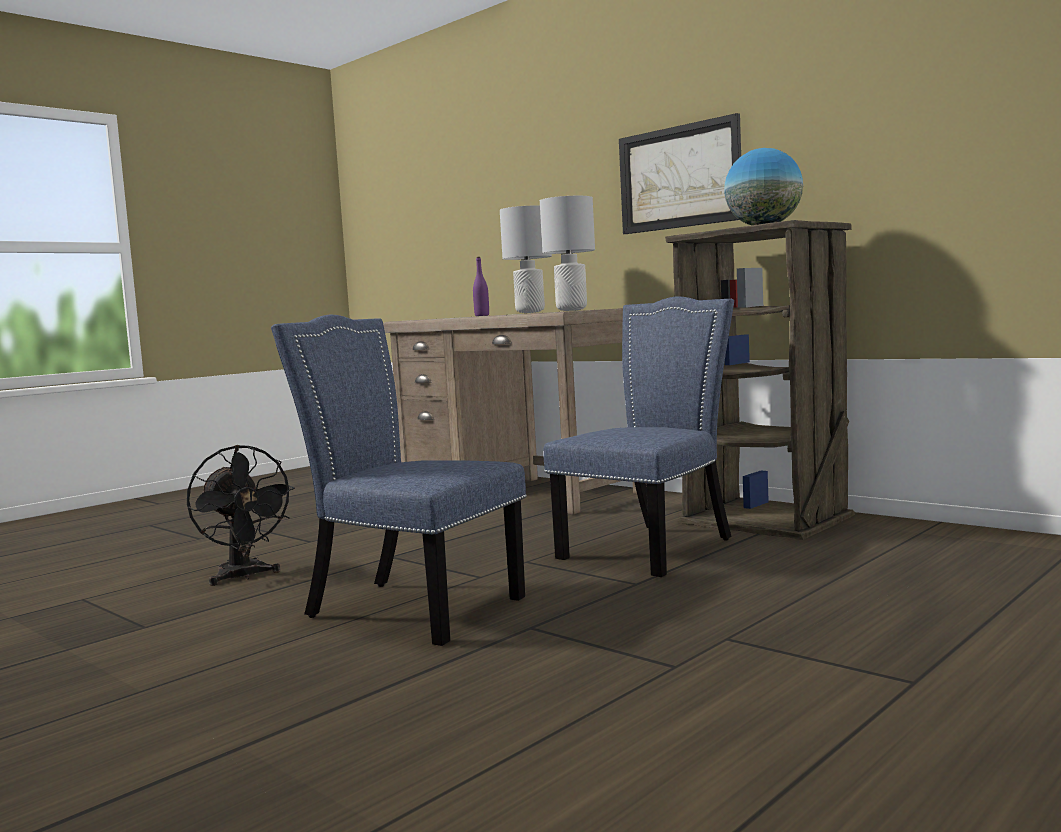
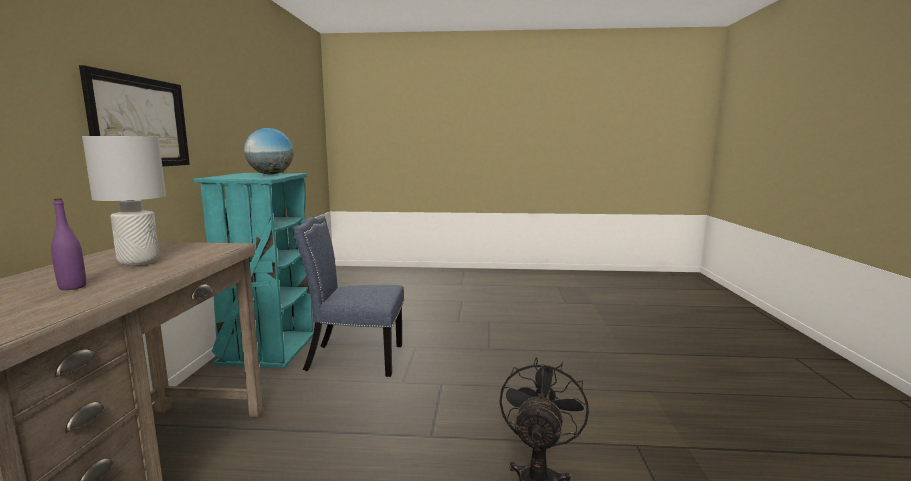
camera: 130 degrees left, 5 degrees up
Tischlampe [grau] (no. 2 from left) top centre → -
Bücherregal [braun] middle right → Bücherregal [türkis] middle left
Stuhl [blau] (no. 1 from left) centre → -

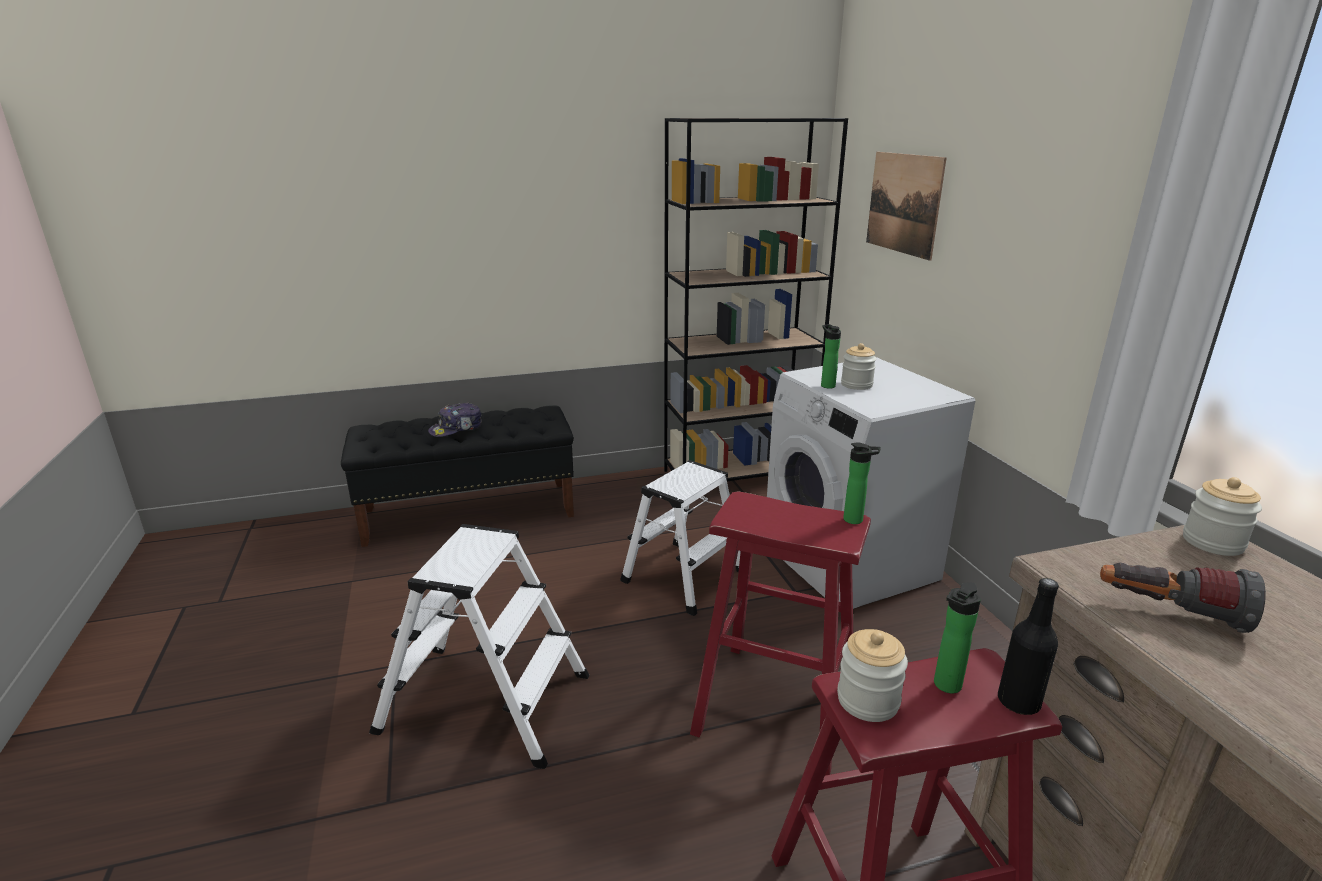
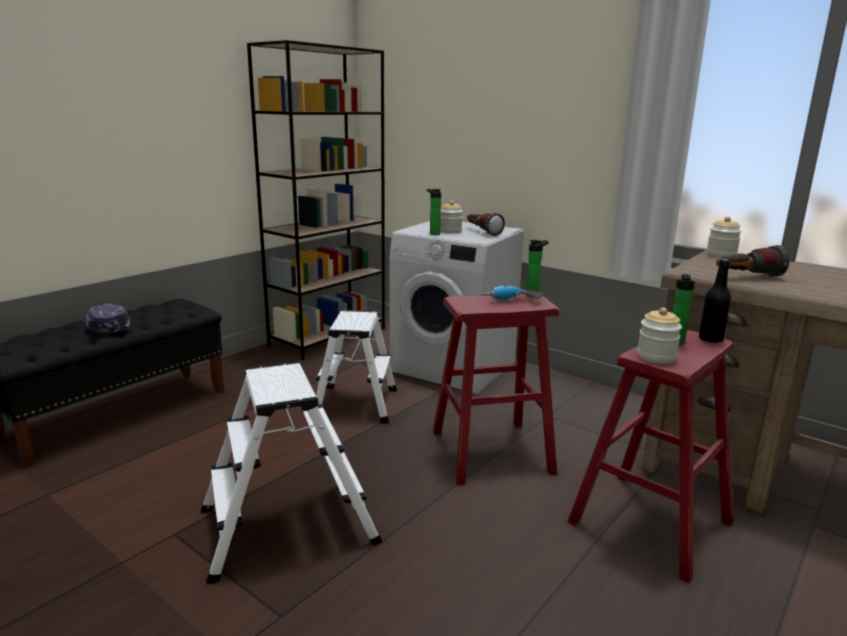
camera: 35 degrees left, 5 degrees down
Bild top right → -
Kappe centre → Kappe middle left, 120 degrees clockwise
- → Taschenlampe (no. 1 from left) centre
- → Bohrmaschine centre

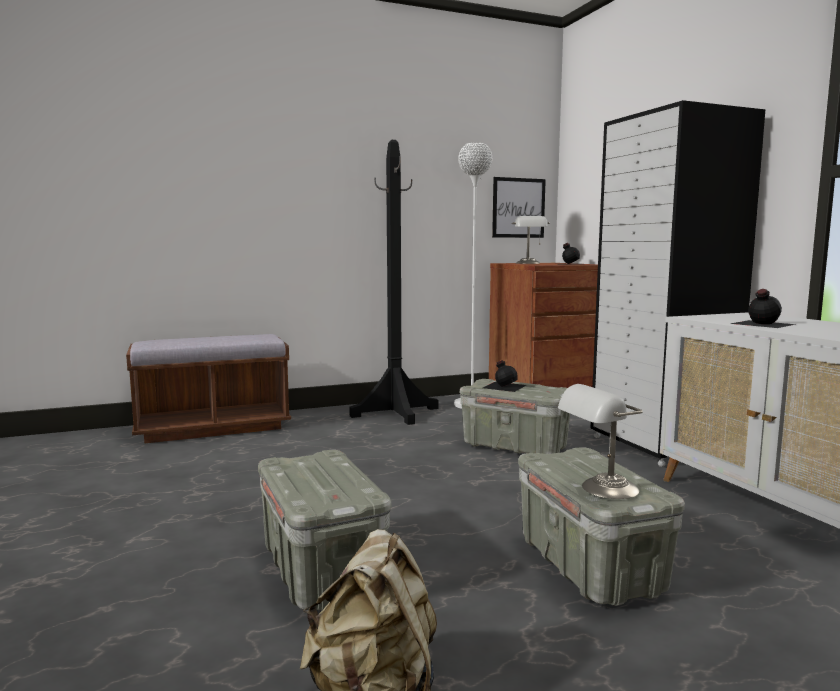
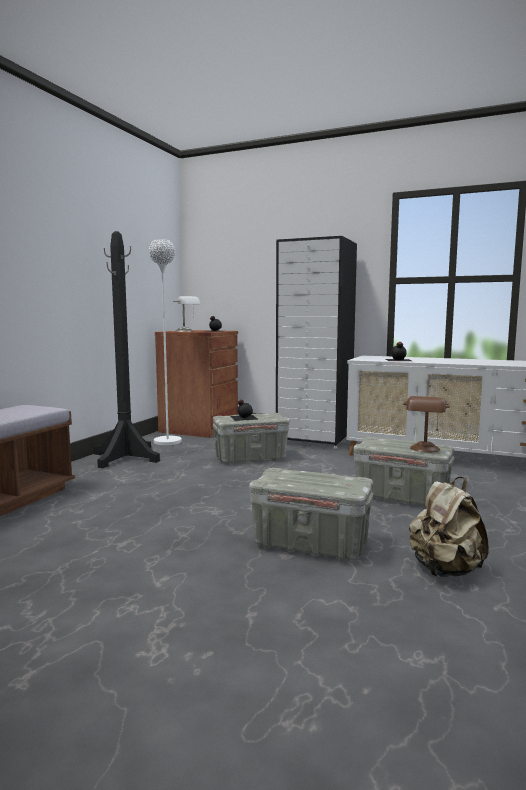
camera: 45 degrees left, 0 degrees up
Bild top centre → -
Tischlampe [weiß] (no. 2 from left) middle right → Tischlampe [braun] middle right

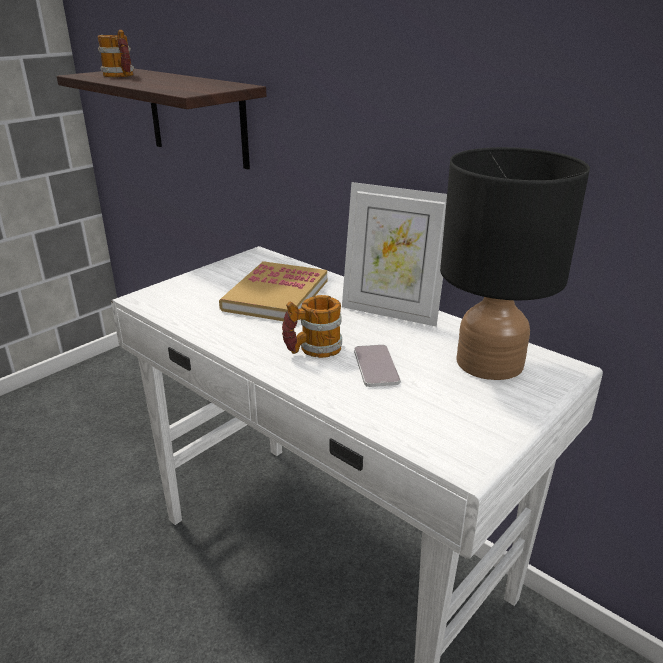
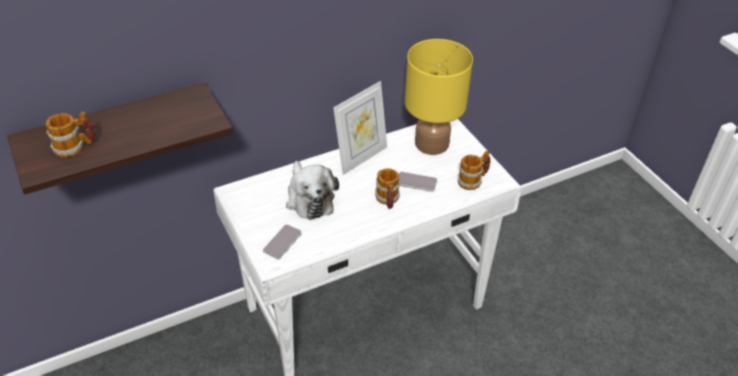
camera: 70 degrees left, 15 degrees up
Tischlampe [schwarz] middle right → Tischlampe [gelb] top centre
Buch centre → Plüschtier centre
- → Henkelbecher (no. 3 from left) centre
- → Handy (no. 1 from left) centre

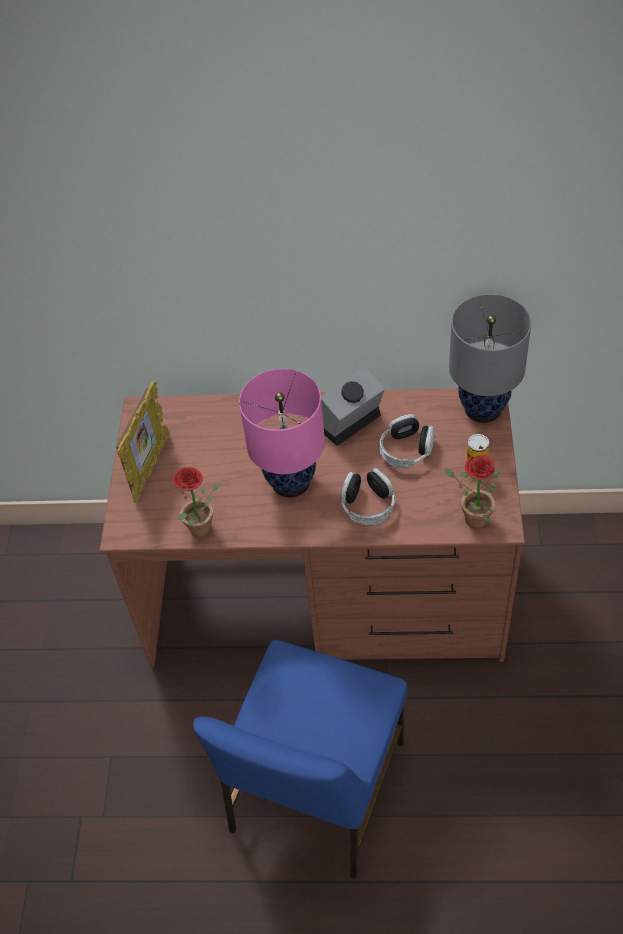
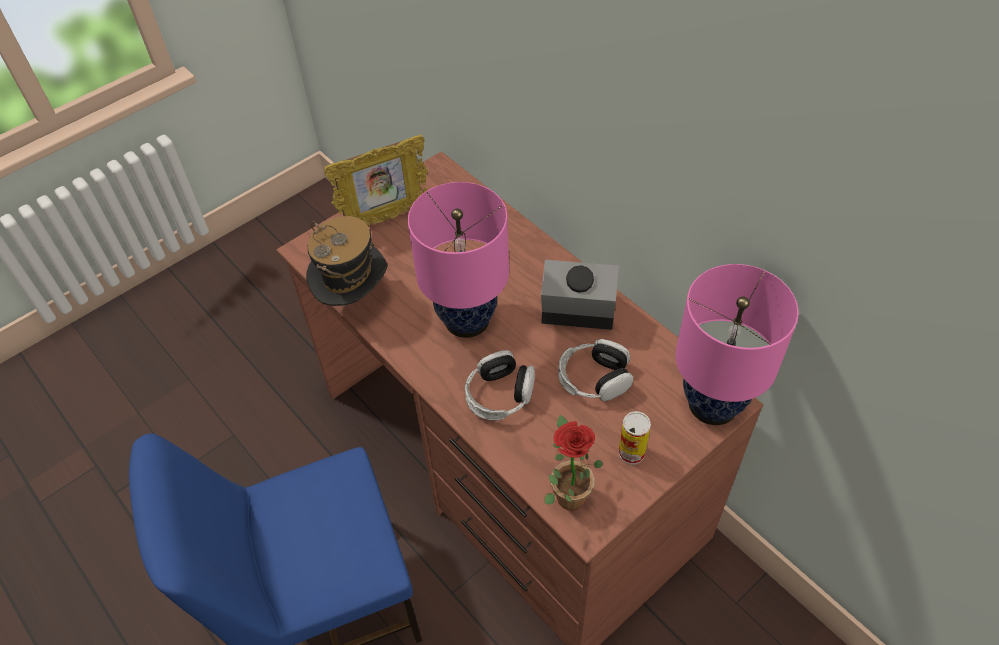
camera: 45 degrees right, 0 degrees up
Tischlampe [grau] middle right → Tischlampe [rosa] (no. 2 from left) middle right
Topfpflanze (no. 1 from left) middle left → Hut centre

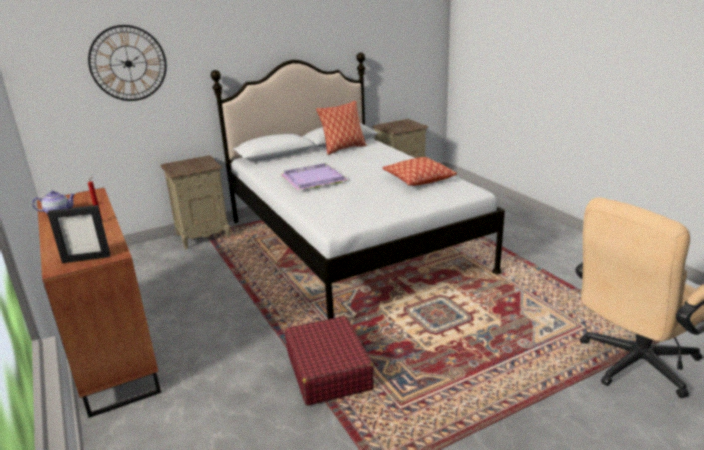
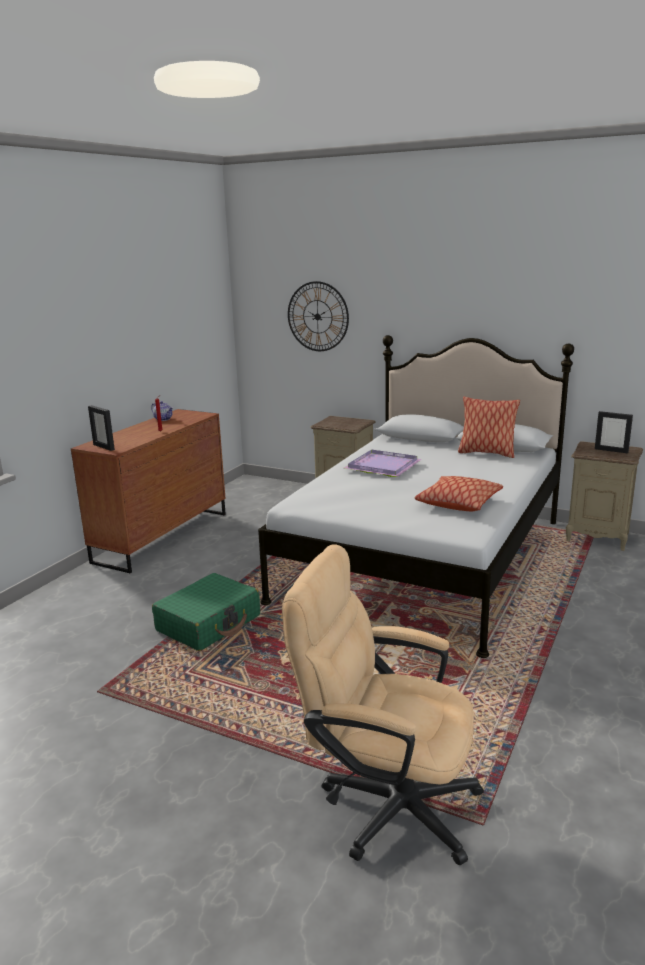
camera: 55 degrees right, 5 degrees down
Koffer [rot] bottom centre → Koffer [grün] middle left
- → Bilderrahmen (no. 2 from left) middle right

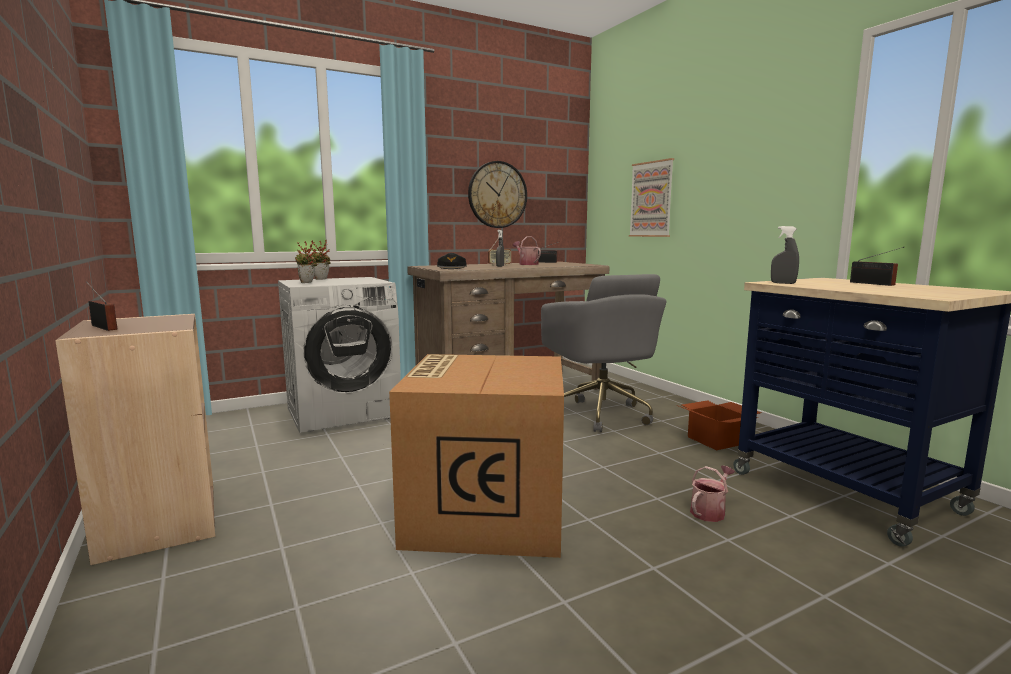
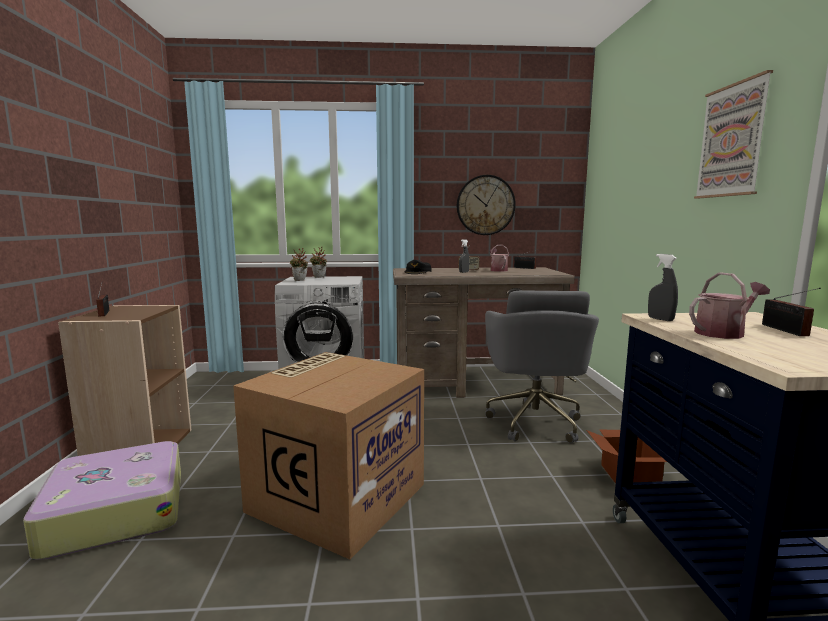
camera: 25 degrees right, 0 degrees up
Bild top centre → Bild top right, shifted
Gießkanne (no. 2 from left) bottom right → Gießkanne (no. 2 from left) middle right, shifted
- → Koffer bottom left

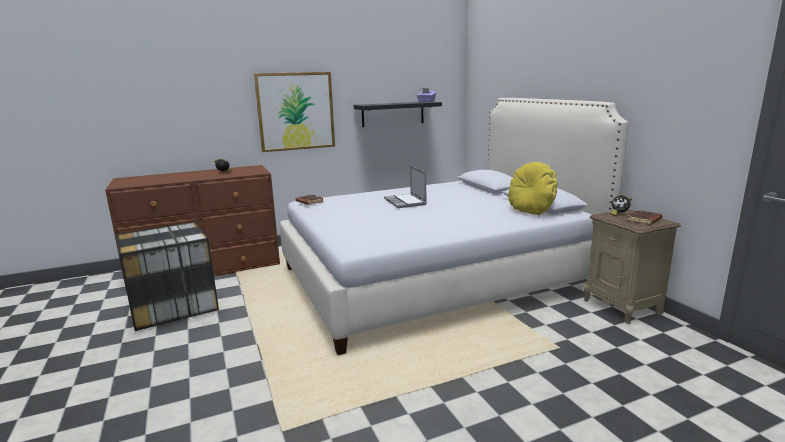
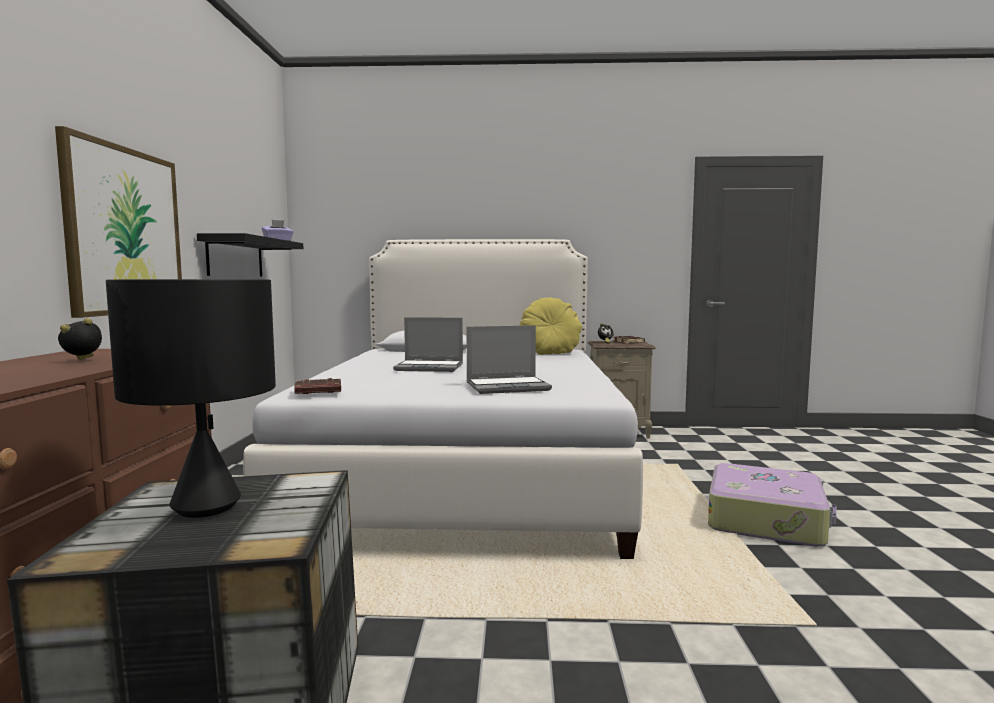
camera: 65 degrees left, 10 degrees down
- → Tischlampe [schwarz] middle left
- → Laptop (no. 2 from left) centre
- → Koffer bottom right

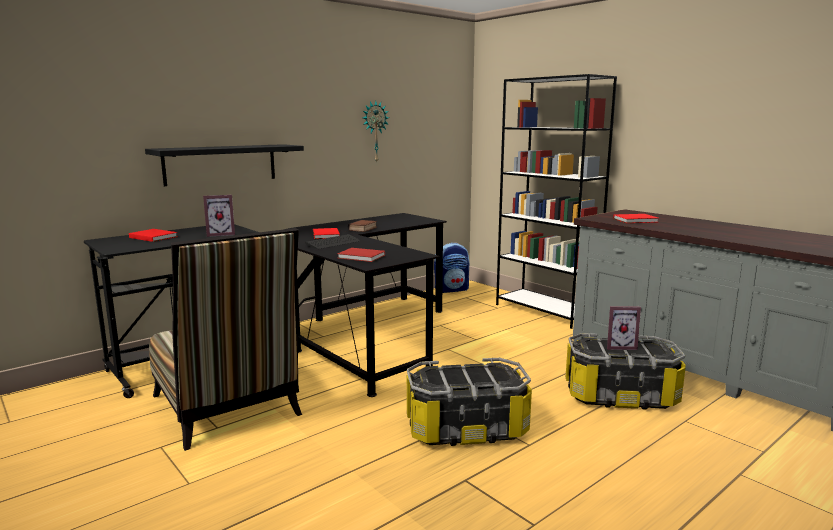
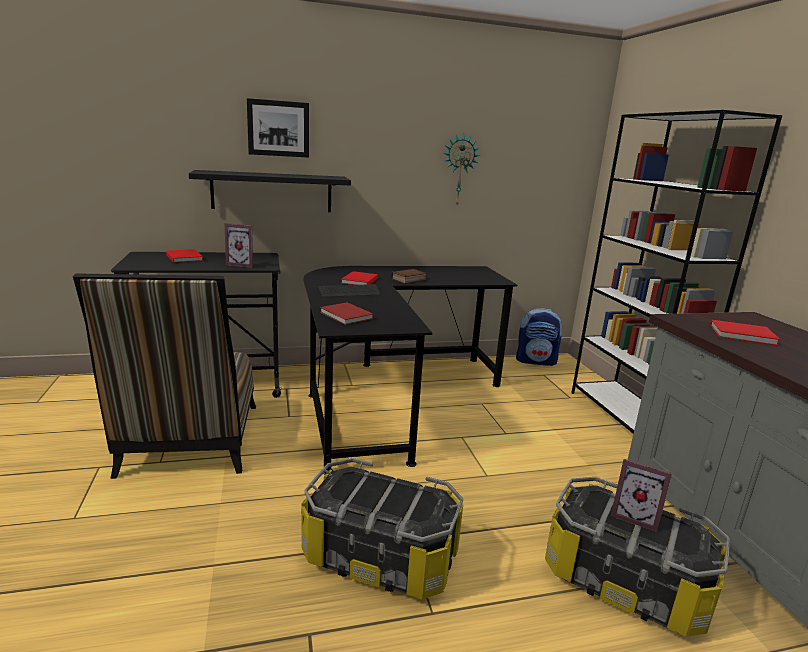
camera: 25 degrees right, 5 degrees up
- → Bild top centre

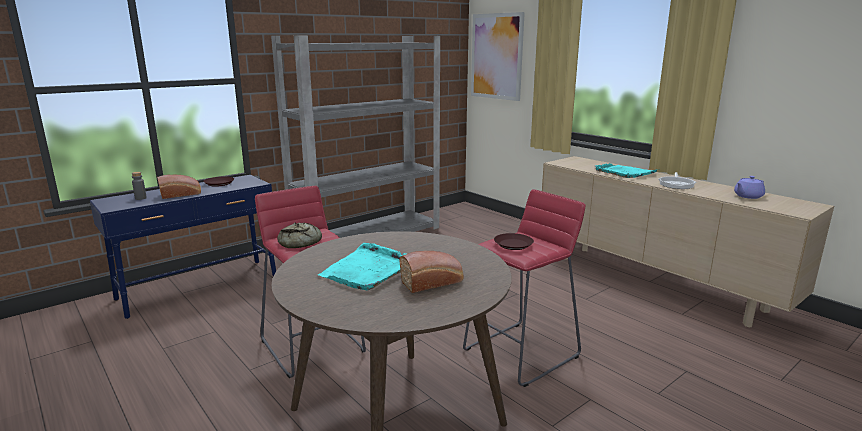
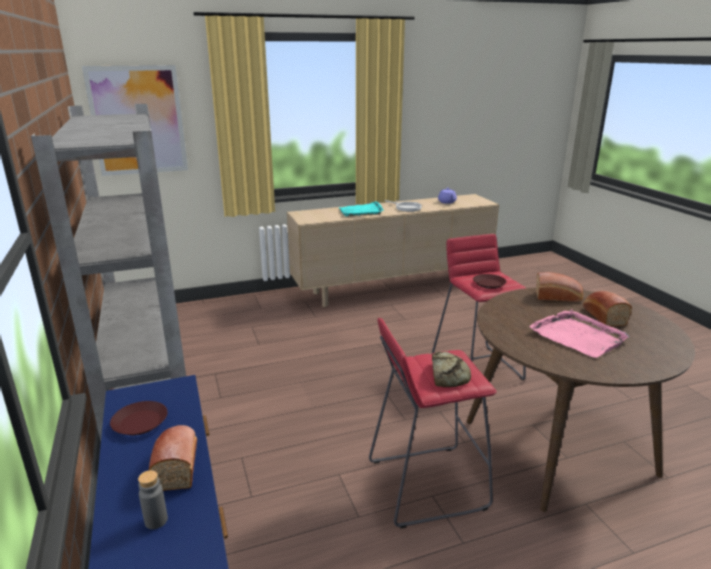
camera: 70 degrees left, 5 degrees up
Tablett [türkis] (no. 1 from left) centre → Tablett [rosa] middle right
- → Brot (no. 3 from left) middle right

